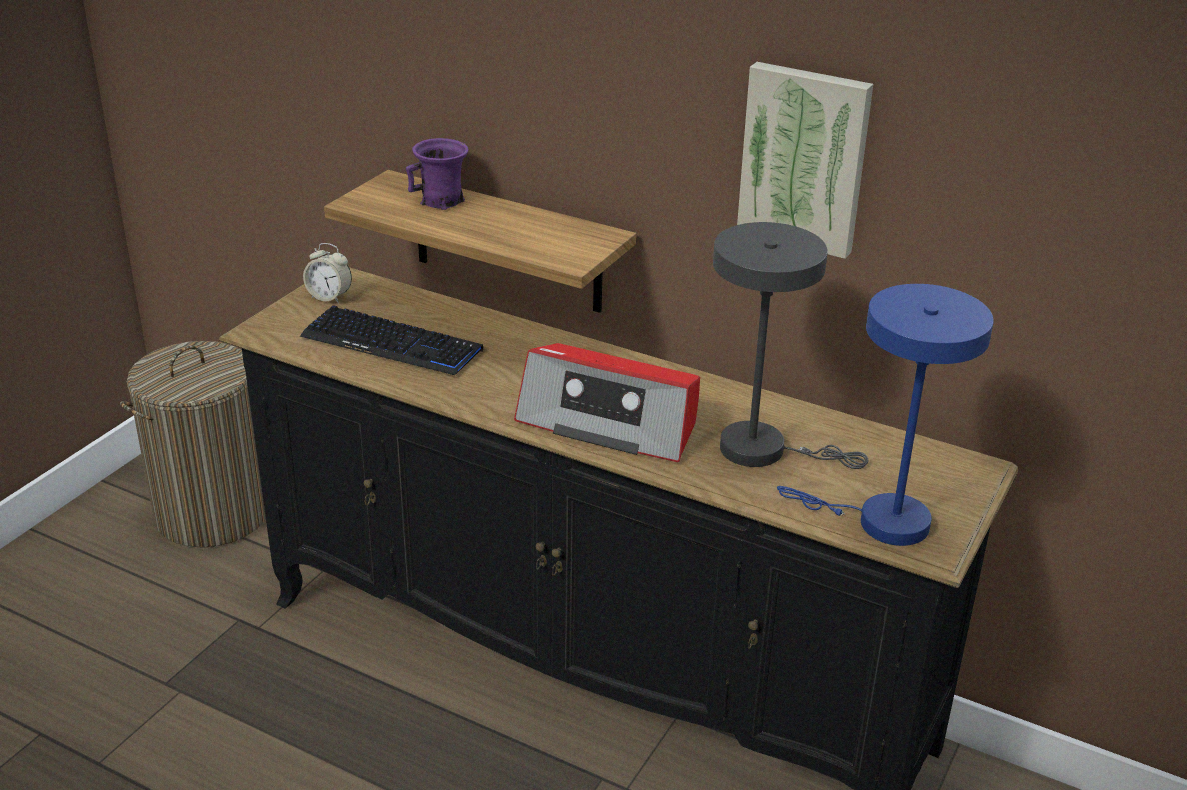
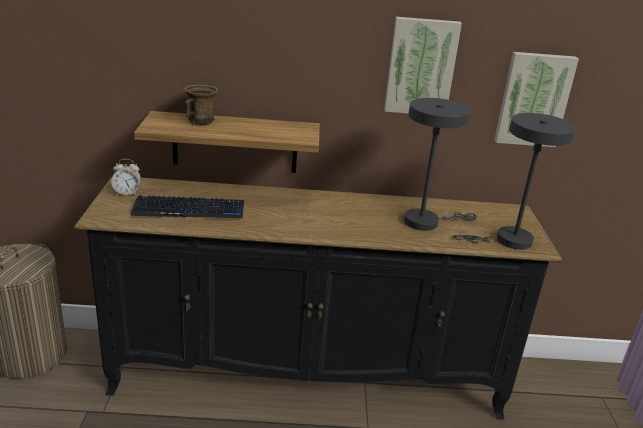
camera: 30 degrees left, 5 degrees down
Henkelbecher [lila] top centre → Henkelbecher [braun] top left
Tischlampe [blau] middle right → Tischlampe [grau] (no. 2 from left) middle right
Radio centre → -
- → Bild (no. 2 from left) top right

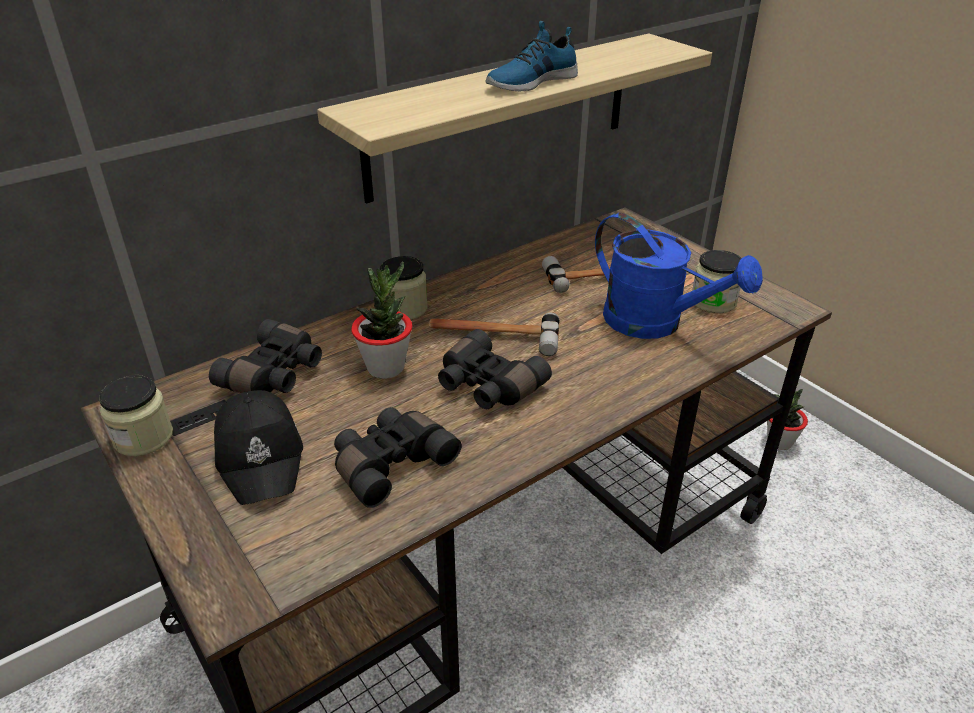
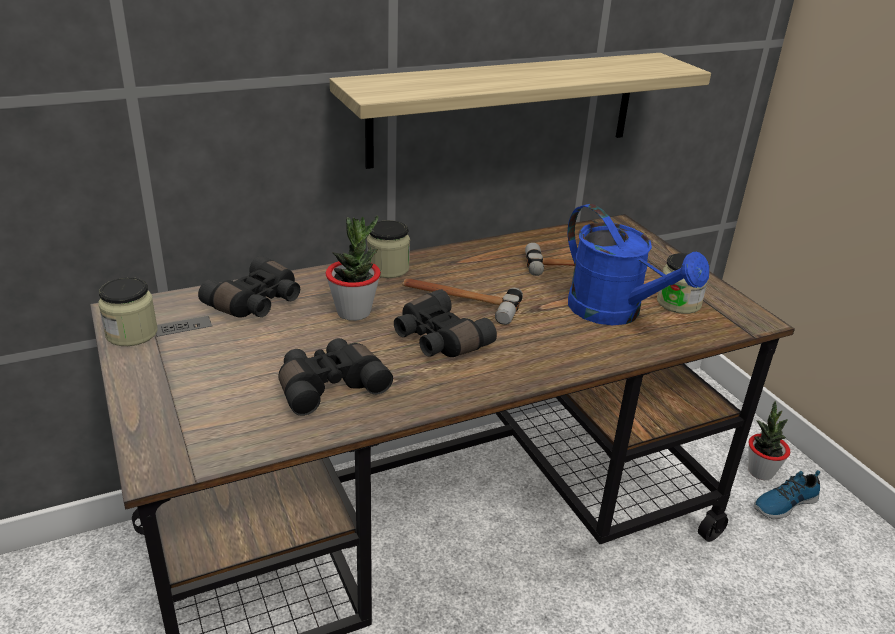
camera: 10 degrees right, 5 degrees down
Schuh top centre → Schuh bottom right, shifted
Kappe [schwarz] middle left → -

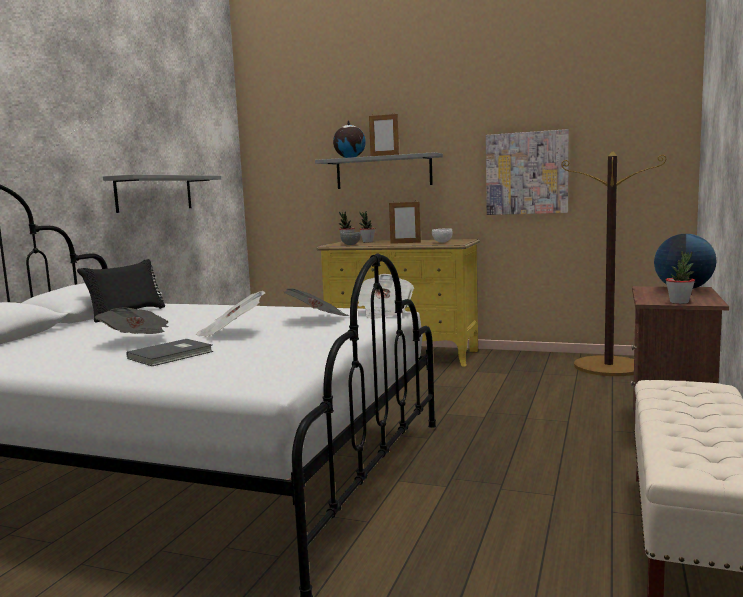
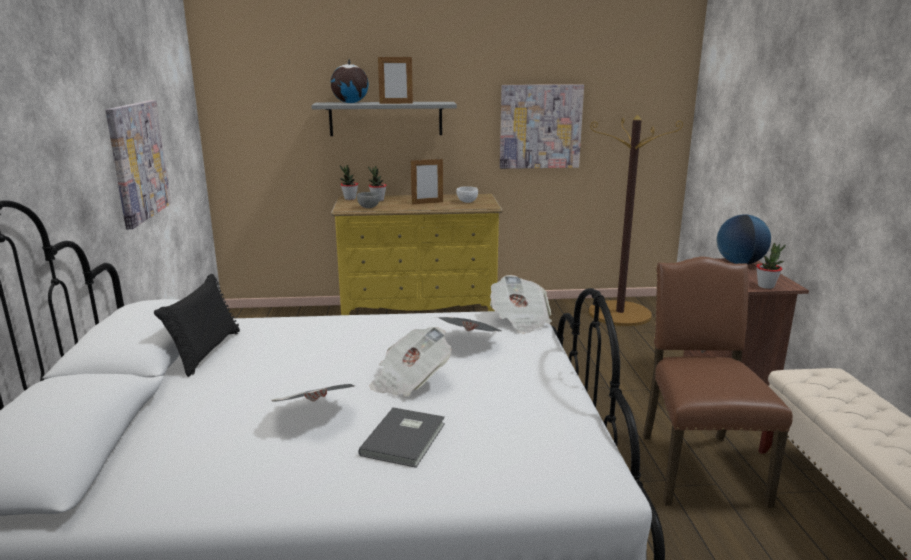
camera: 25 degrees left, 10 degrees up
Wandregal [grau] (no. 1 from left) top left → Bild (no. 1 from left) top left
- → Stuhl [braun] bottom right

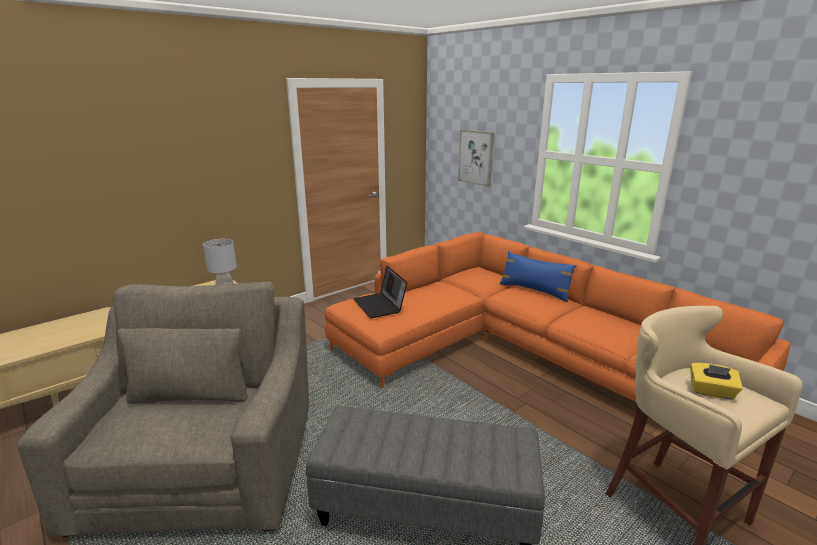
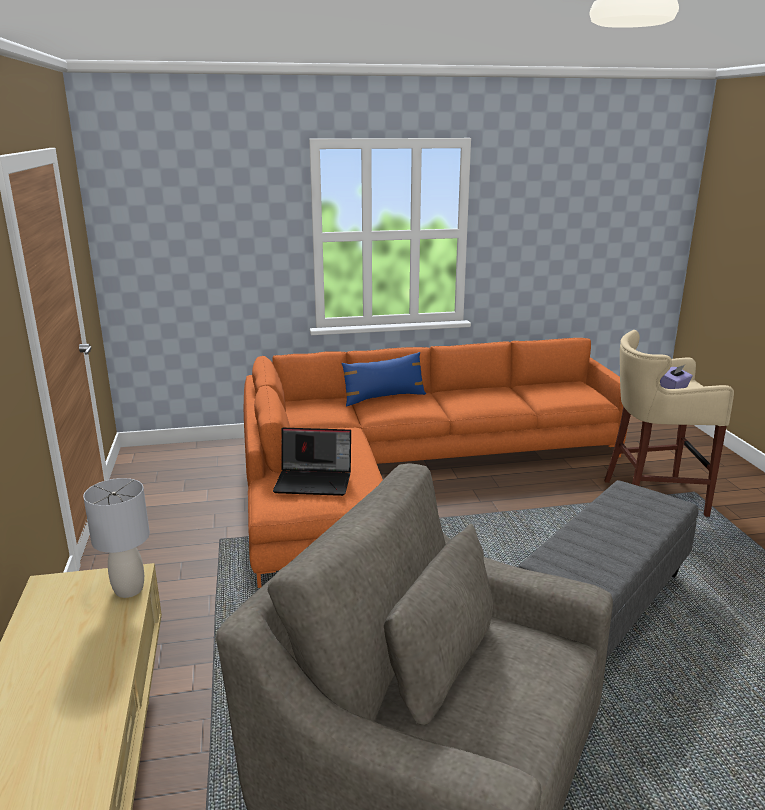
camera: 60 degrees left, 0 degrees up
Bild top centre → -
Taschentuchbox [gelb] bottom right → Taschentuchbox [lila] middle right

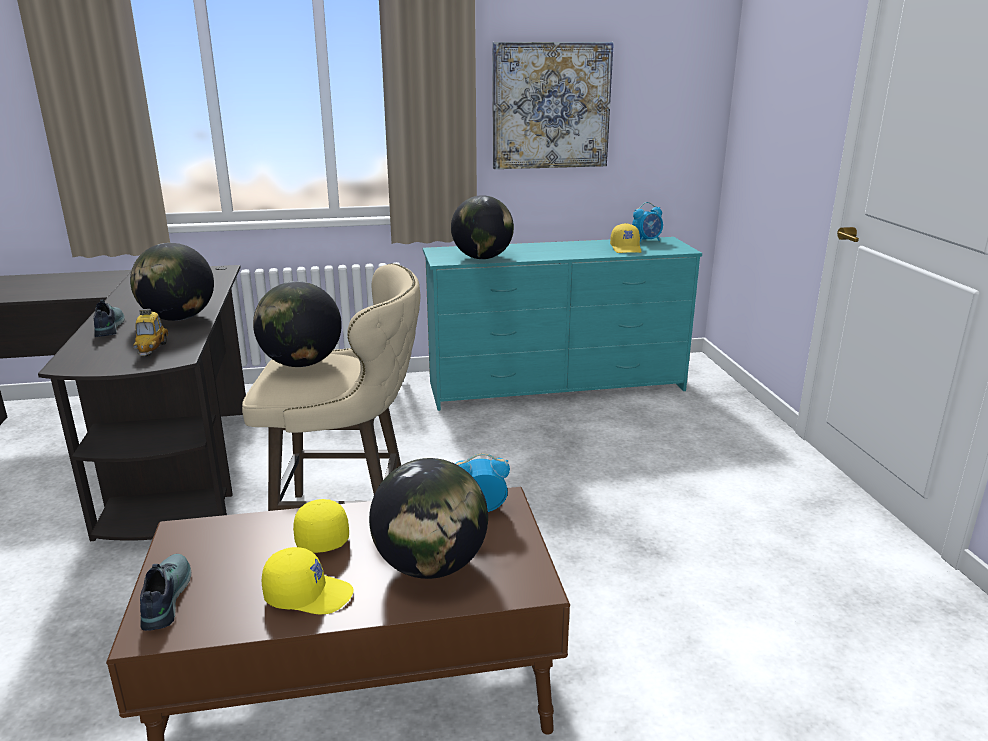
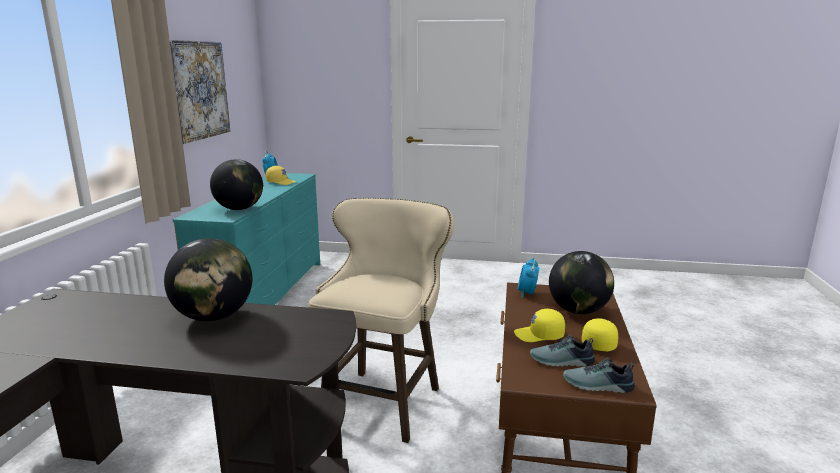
camera: 70 degrees left, 5 degrees down
Globus (no. 2 from left) middle left → -
Schuh (no. 1 from left) middle left → Schuh (no. 1 from left) bottom right, shifted
Spielzeugauto middle left → -

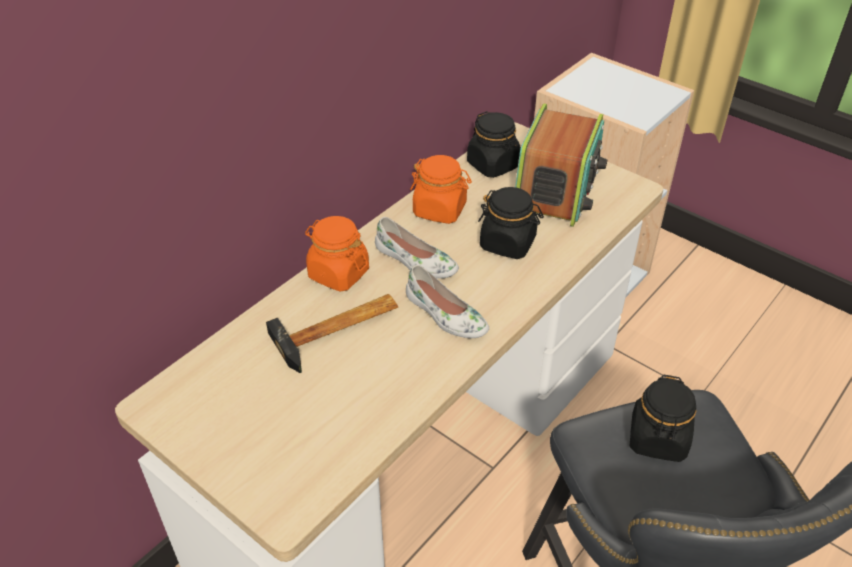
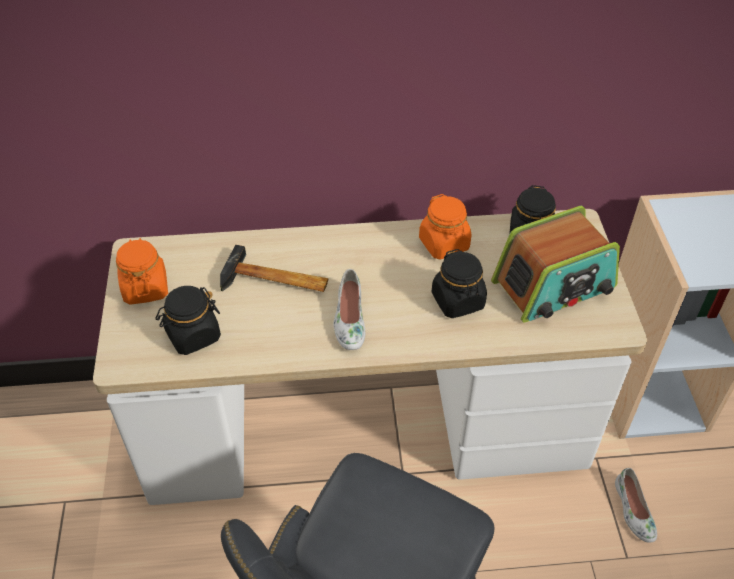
camera: 45 degrees right, 5 degrees up
Vorratsglas [orange] (no. 1 from left) centre → Vorratsglas [orange] (no. 1 from left) middle left, shifted
Schuh [weiß] (no. 1 from left in the first image) centre → Schuh [weiß] (no. 2 from left) bottom right, shifted
Vorratsglas [schwarz] (no. 3 from left in the first image) bottom right → Vorratsglas [schwarz] (no. 1 from left) middle left, shifted

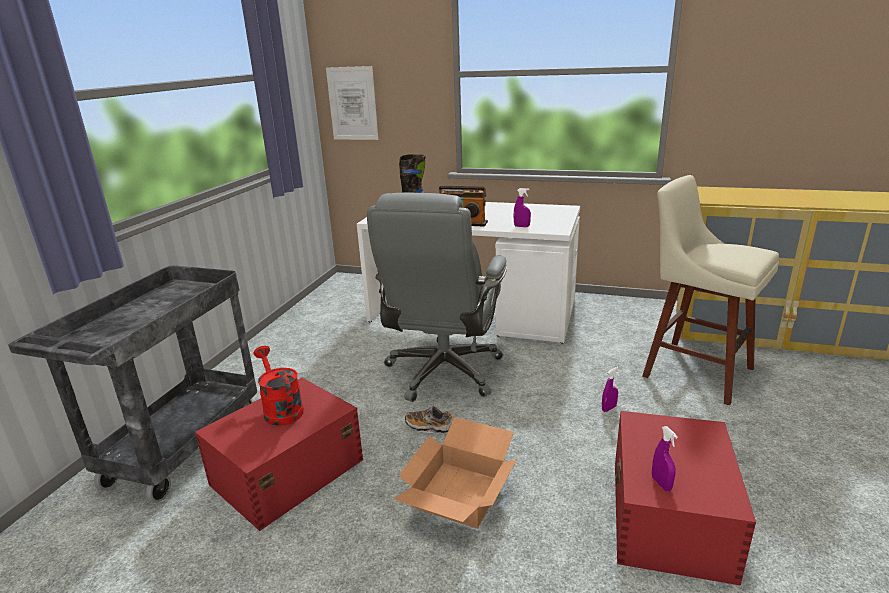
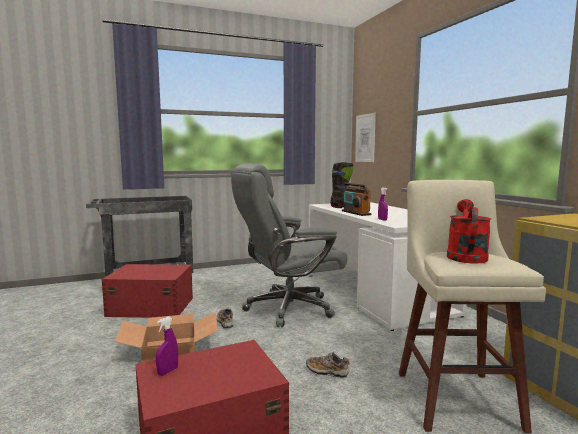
camera: 50 degrees right, 15 degrees down
Gießkanne [rot] middle left → Gießkanne [rot] middle right, shifted
Sprühflasche [lila] (no. 2 from left) middle right → Schuh (no. 2 from left) bottom centre

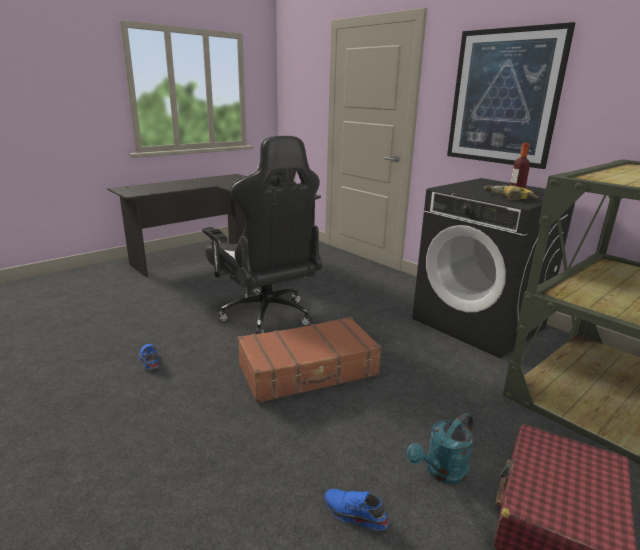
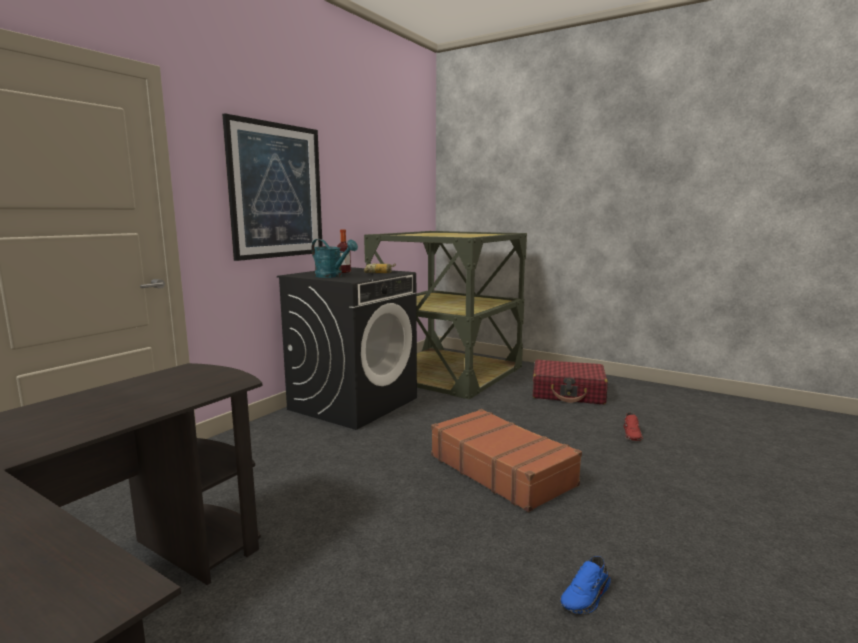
camera: 105 degrees left, 10 degrees down
Bürostuhl [schwarz] centre → -
Gießkanne [türkis] bottom right → Gießkanne [türkis] centre, shifted
Schuh [blau] (no. 2 from left) bottom centre → Schuh [rot] middle right

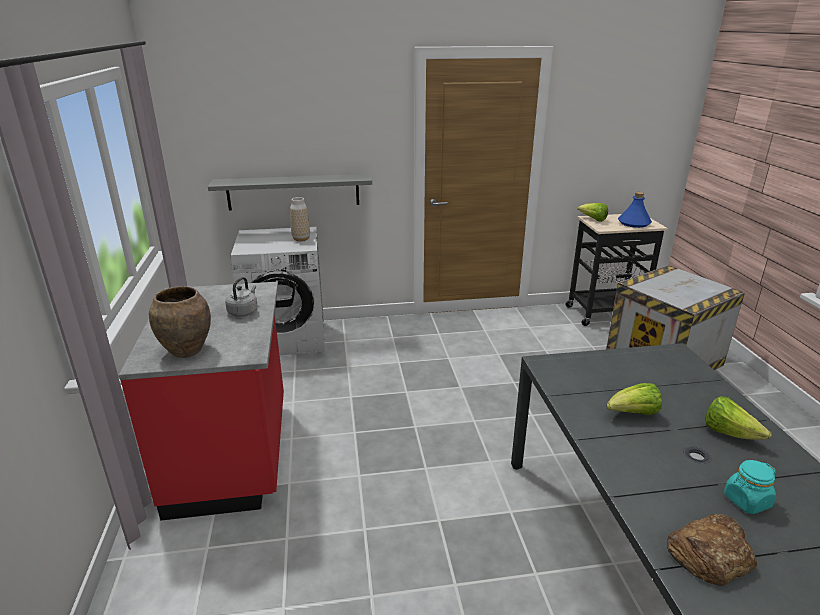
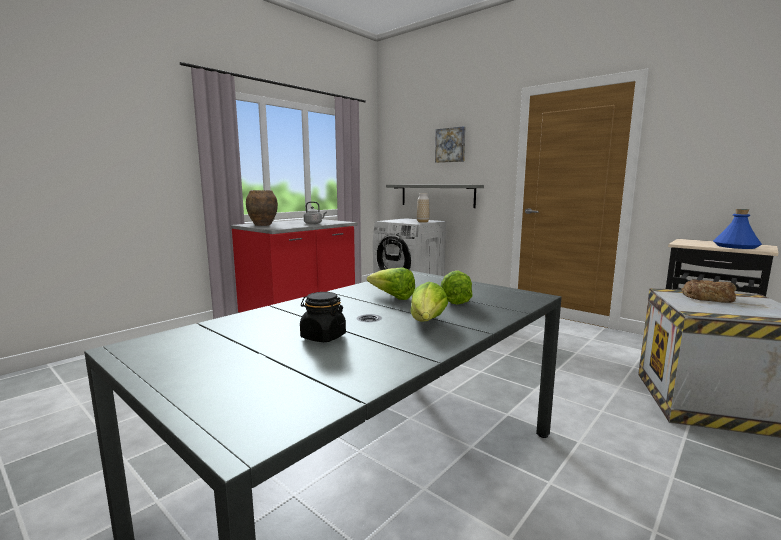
camera: 50 degrees right, 15 degrees down
Salatkopf (no. 1 from left in the first image) middle right → Salatkopf (no. 3 from left) centre, shifted
Vorratsglas [türkis] bottom right → Vorratsglas [schwarz] centre
Brot bottom right → Brot middle right, shifted
- → Bild top centre

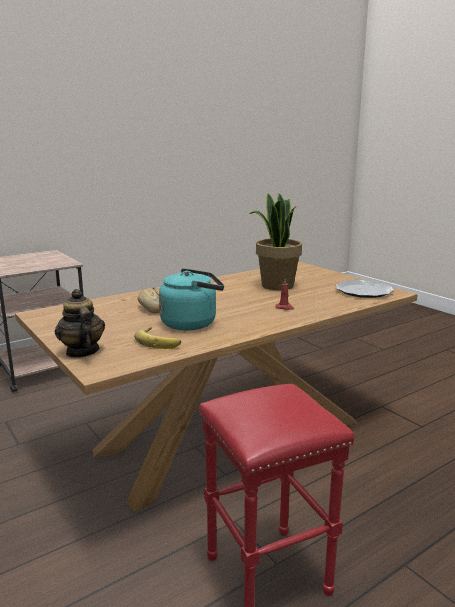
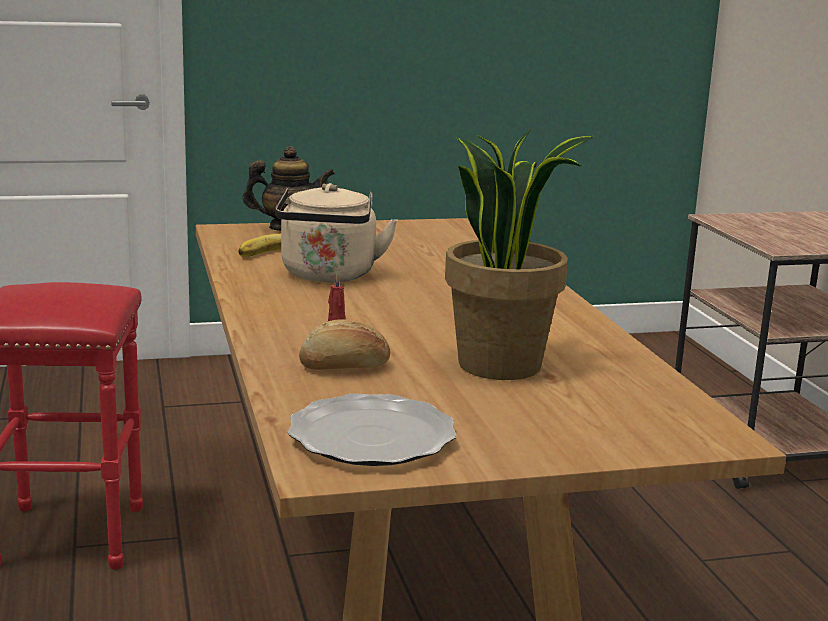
camera: 110 degrees right, 0 degrees up
Wasserkessel [türkis] centre → Wasserkessel [beige] centre
Brot middle left → Brot centre, shifted

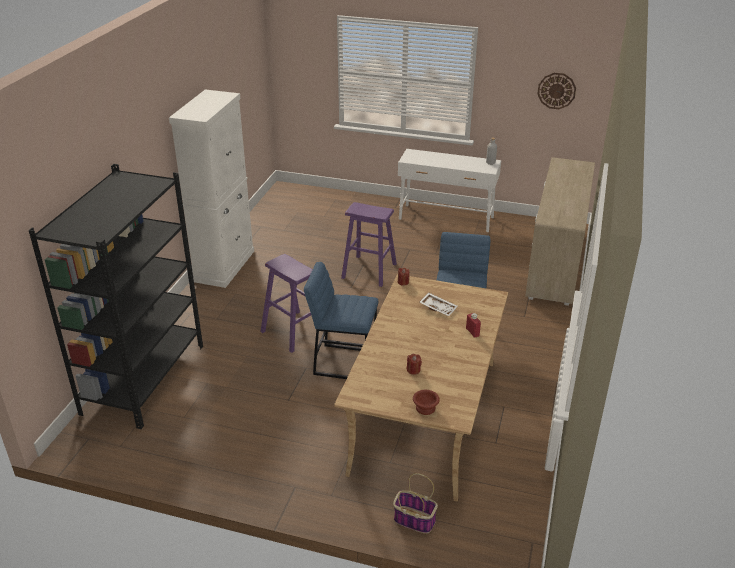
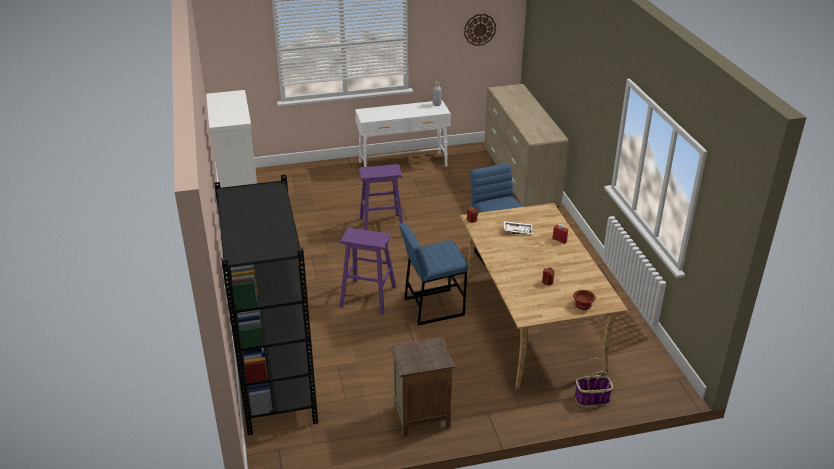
camera: 30 degrees left, 0 degrees up
- → Nachttisch [beige] bottom centre

